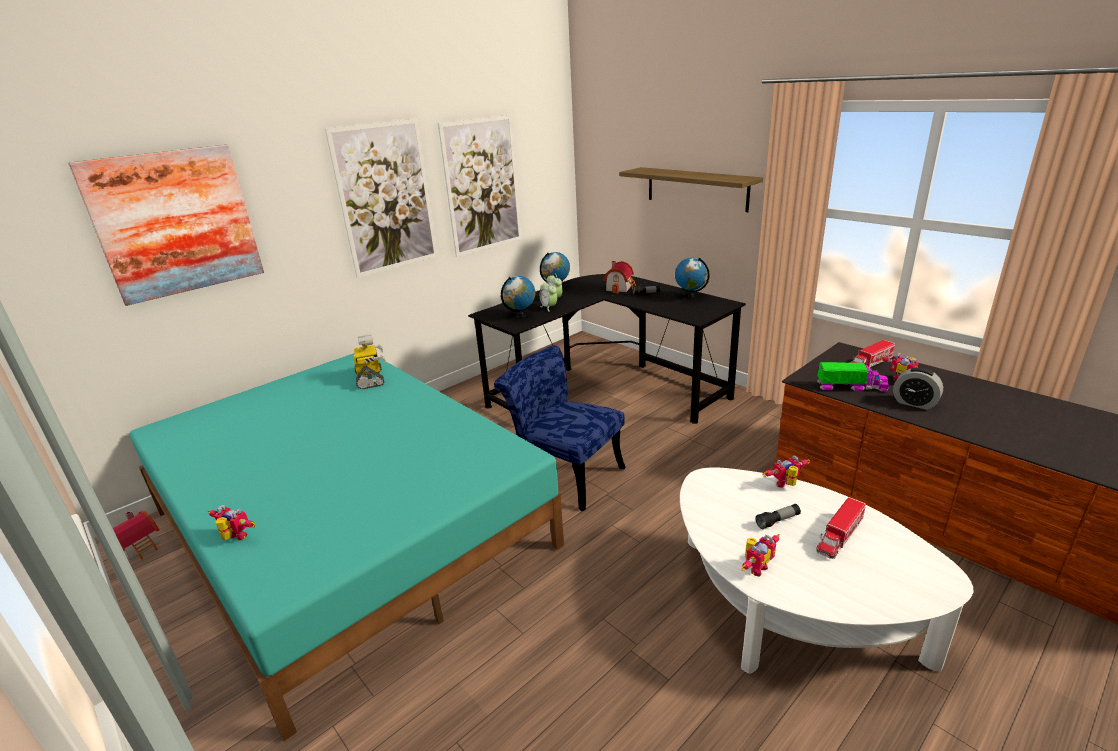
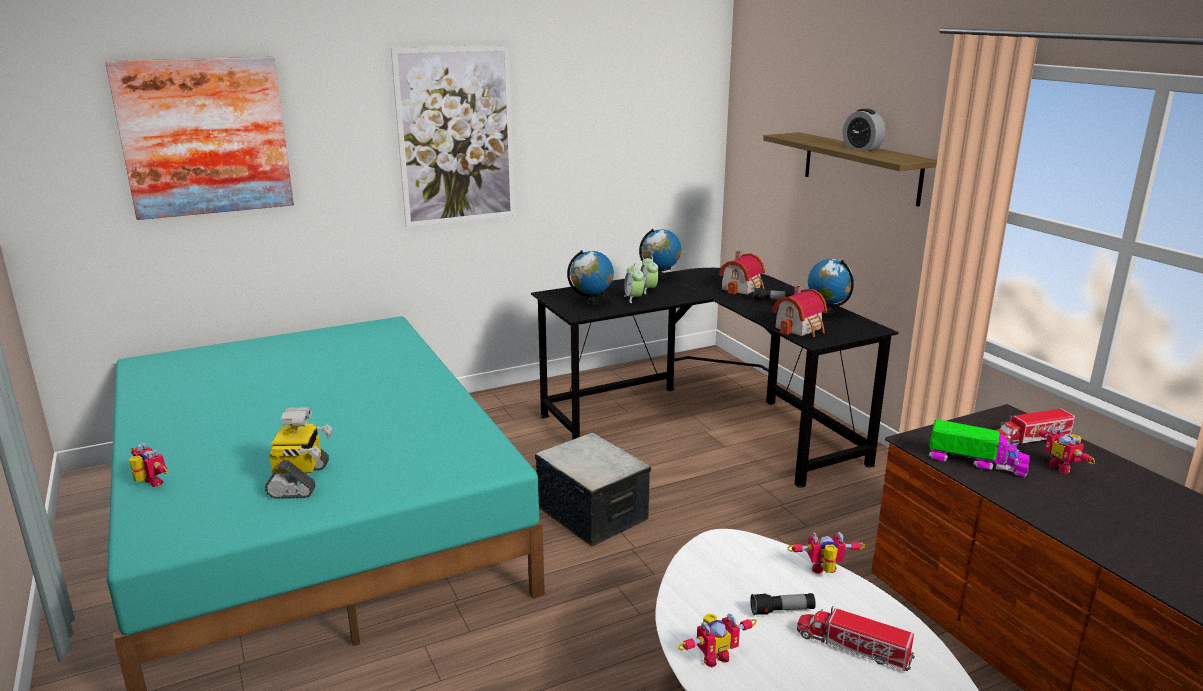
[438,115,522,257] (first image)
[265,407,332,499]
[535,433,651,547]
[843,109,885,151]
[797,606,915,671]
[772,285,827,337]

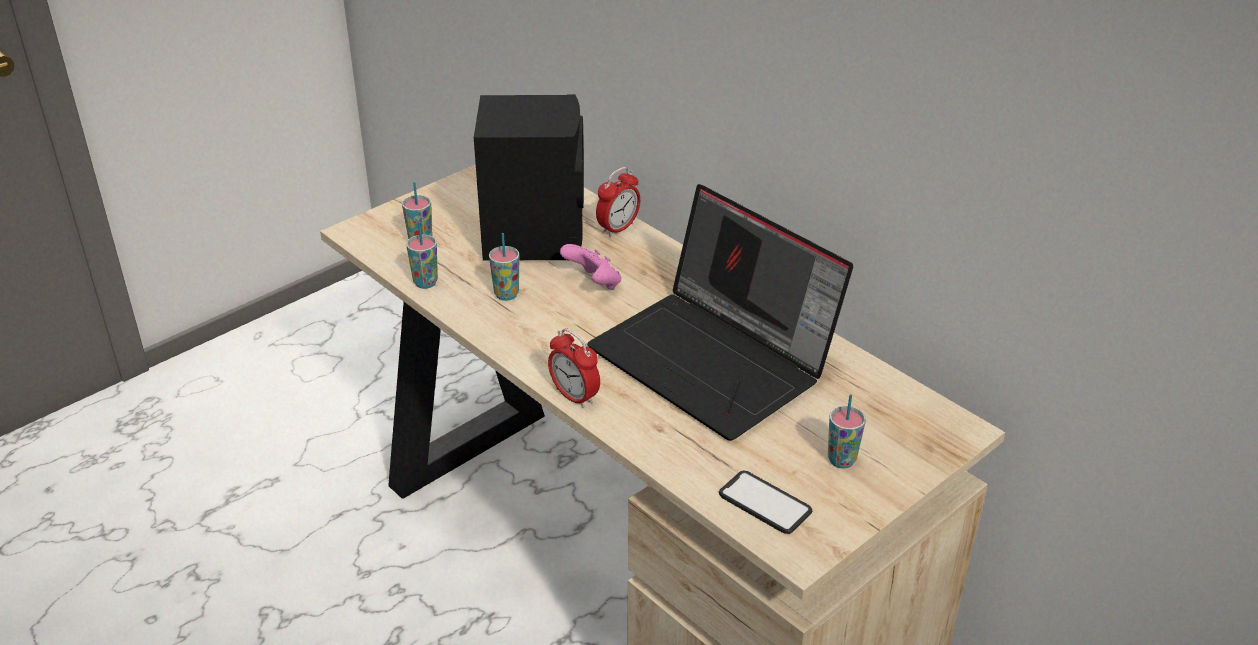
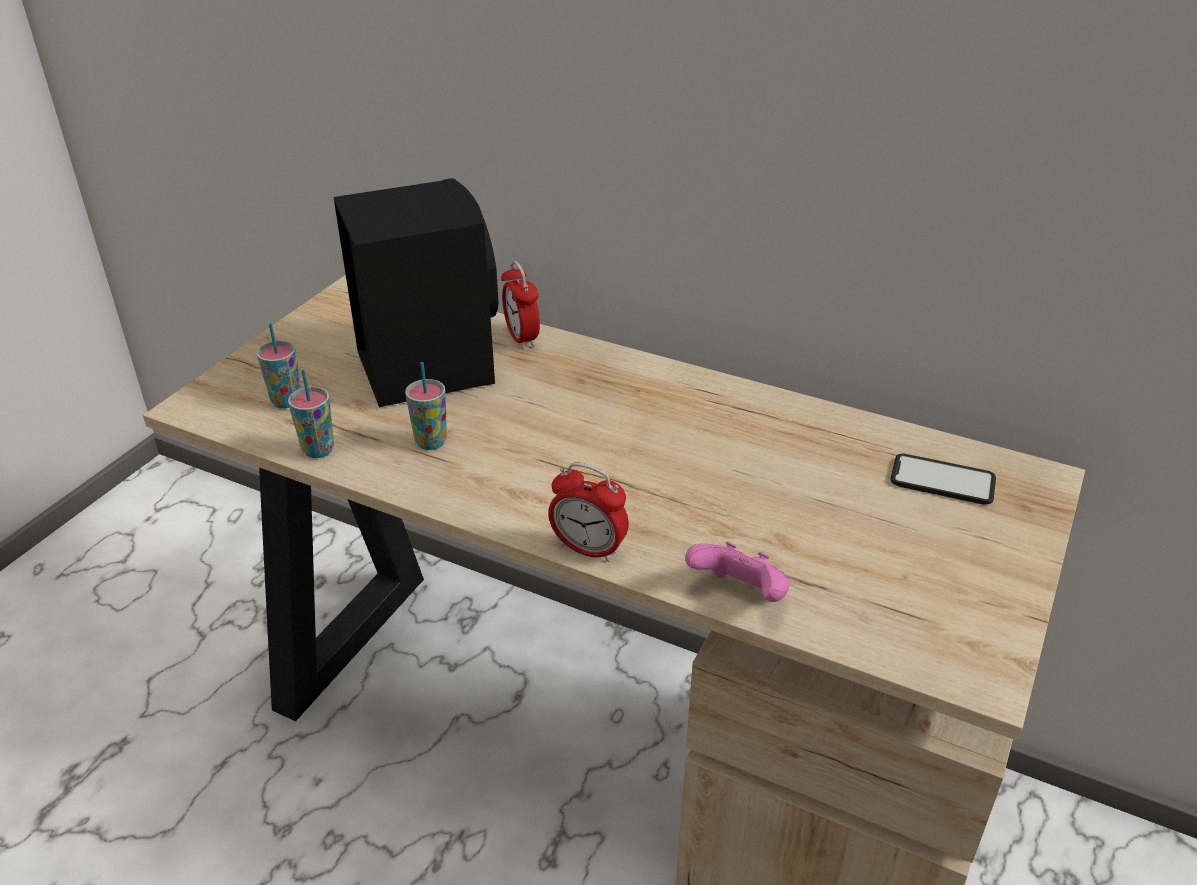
[501,261,540,349]
[587,184,853,441] (first image)
[685,542,789,602]
[828,394,866,469] (first image)
[890,453,996,504]

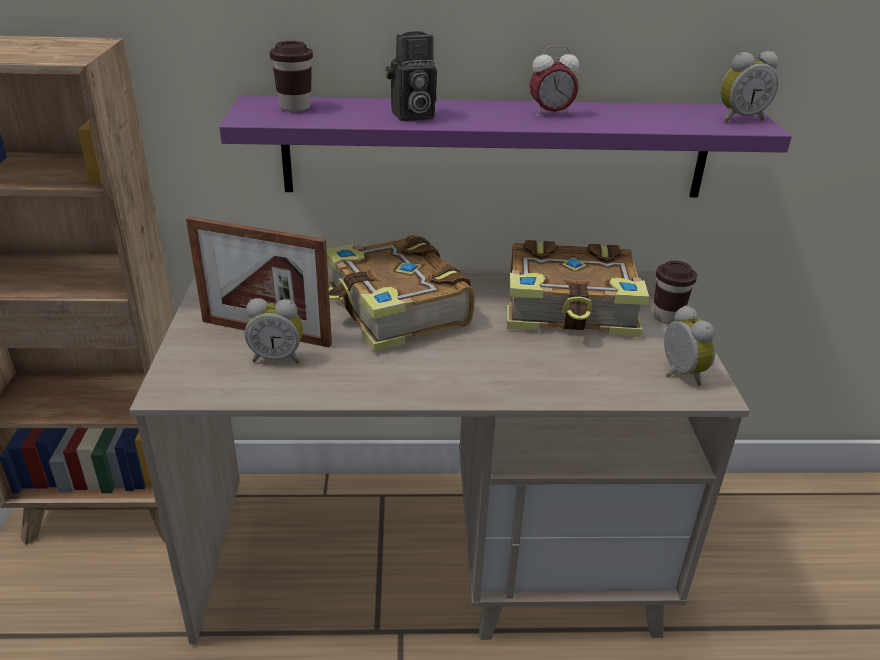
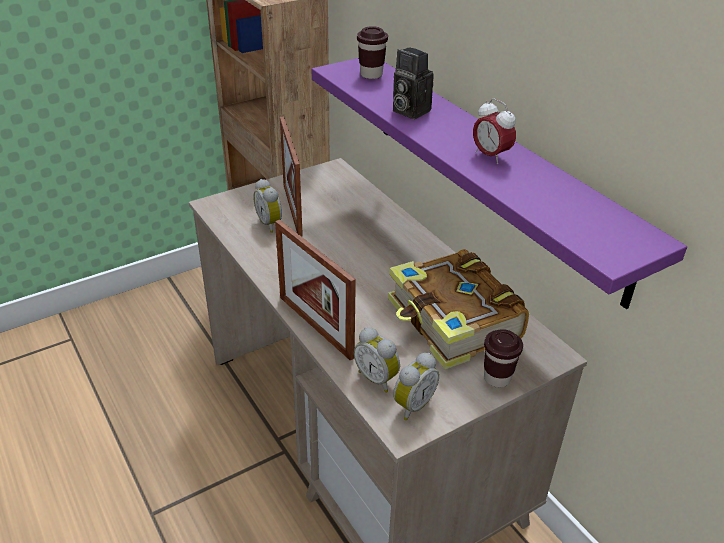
[354,327,400,393]
[326,235,475,352] (first image)
[275,220,356,361]

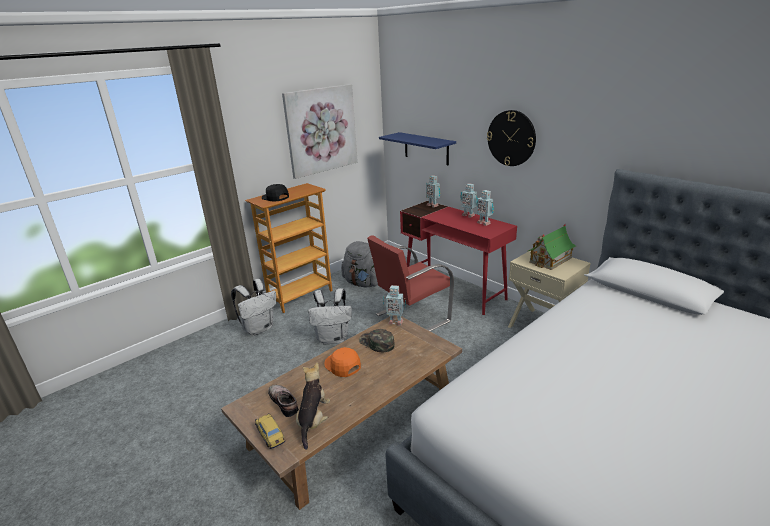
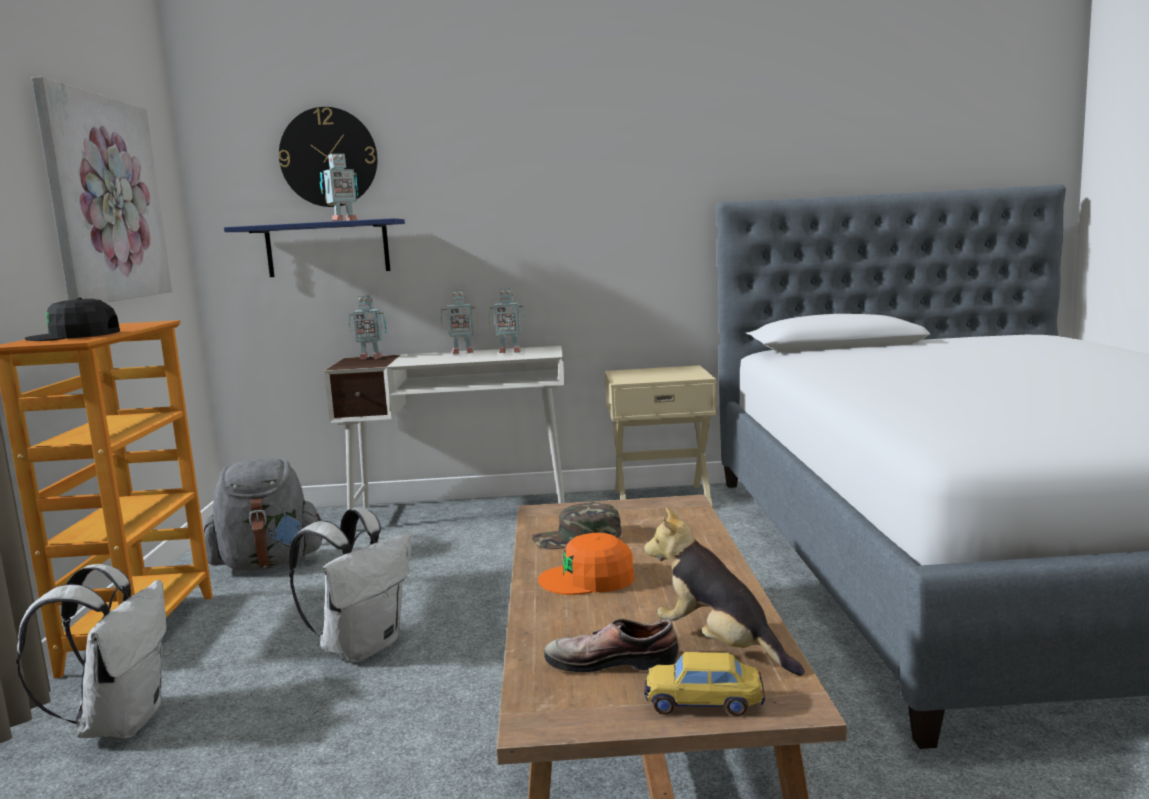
[278,107,377,207]
[324,346,565,510]
[527,224,576,270] (first image)
[367,235,454,331] (first image)
[320,154,358,221]

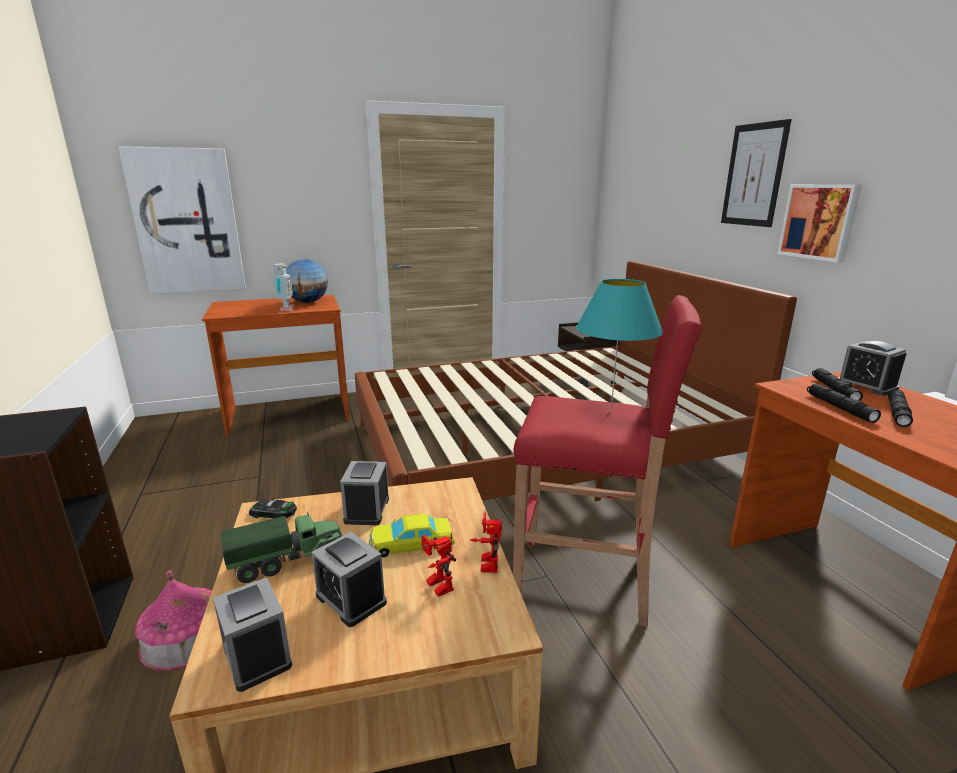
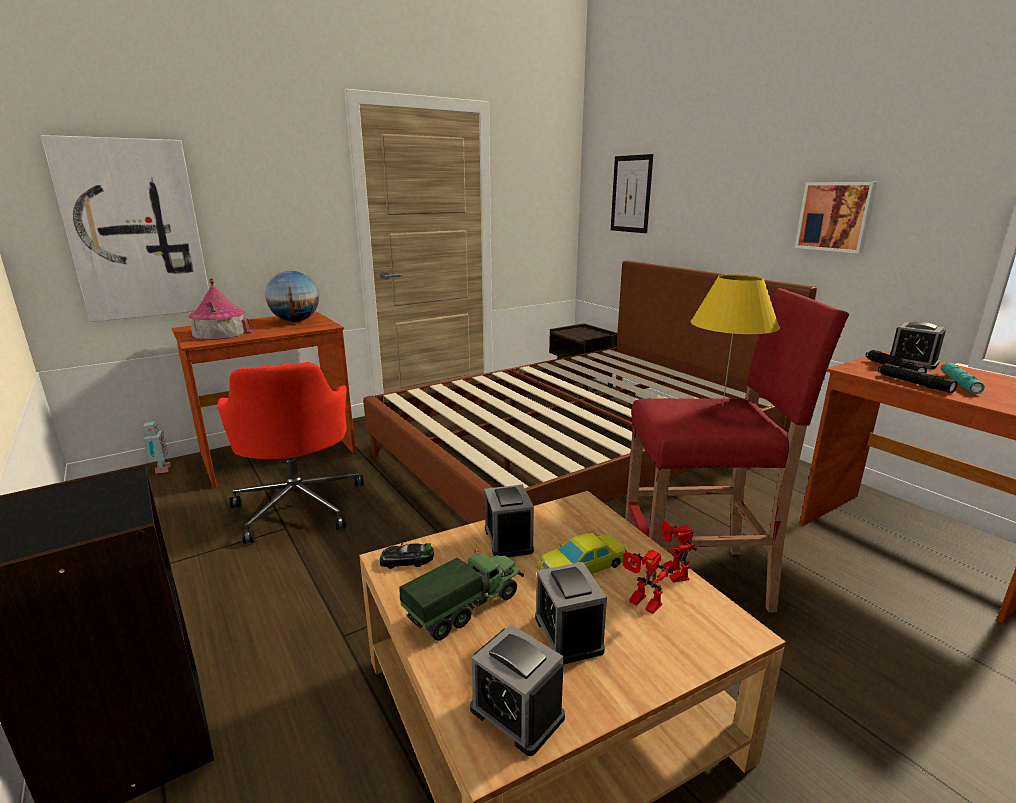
[611,154,653,233]
[143,421,171,474]
[690,274,780,406]
[941,363,985,394]
[535,562,607,665]
[189,278,255,340]
[218,362,364,544]

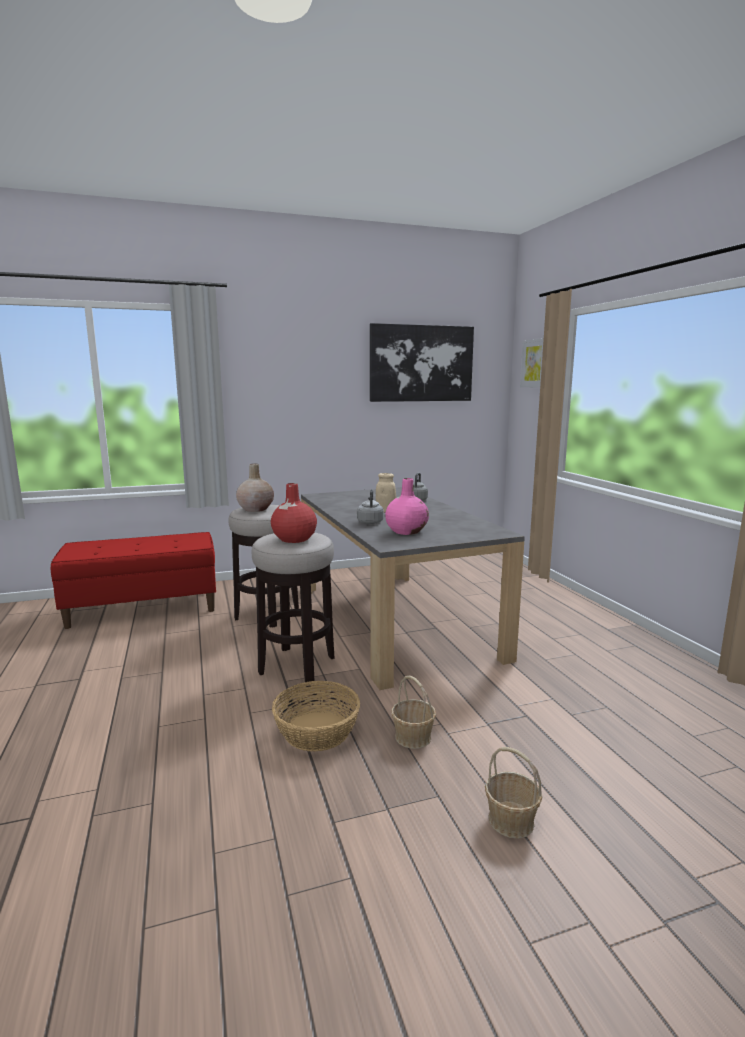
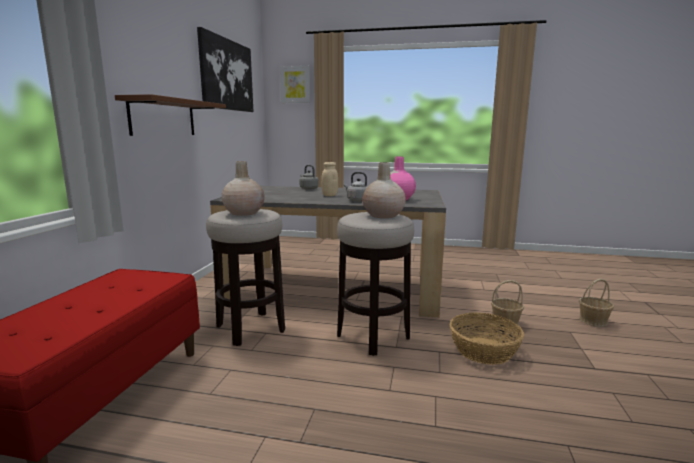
[362,162,406,218]
[115,94,226,136]

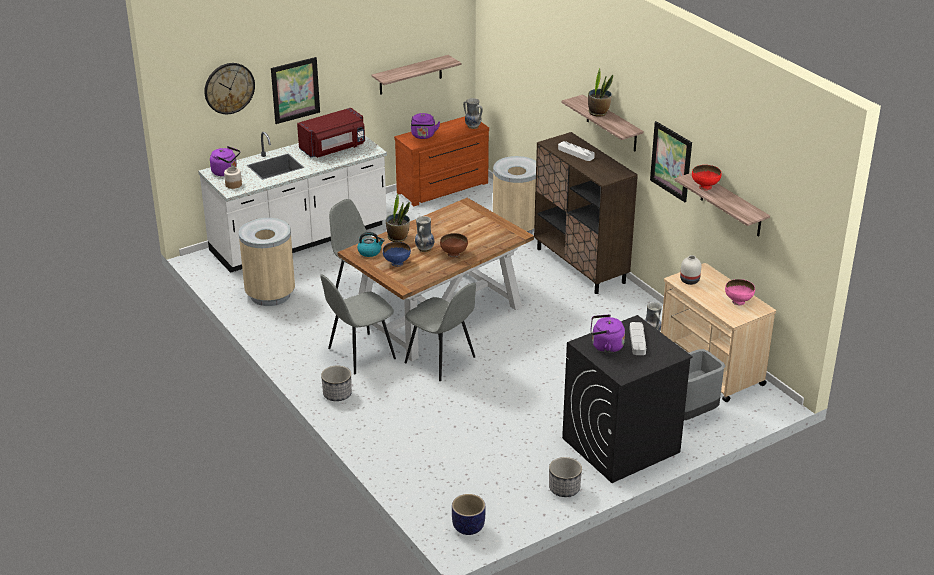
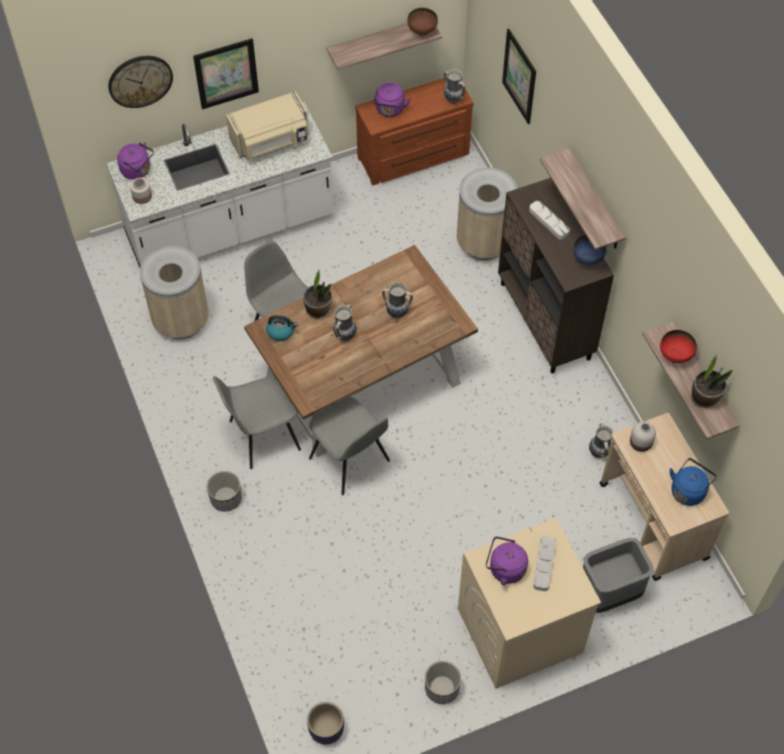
[691,354,733,408]
[226,91,309,160]
[502,29,536,124]
[407,8,438,36]
[573,235,607,265]
[670,458,717,506]
[458,518,601,689]
[382,282,413,319]

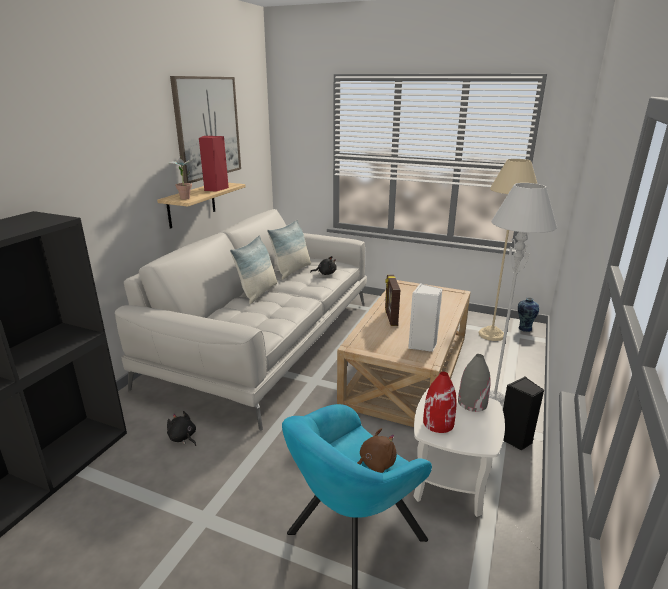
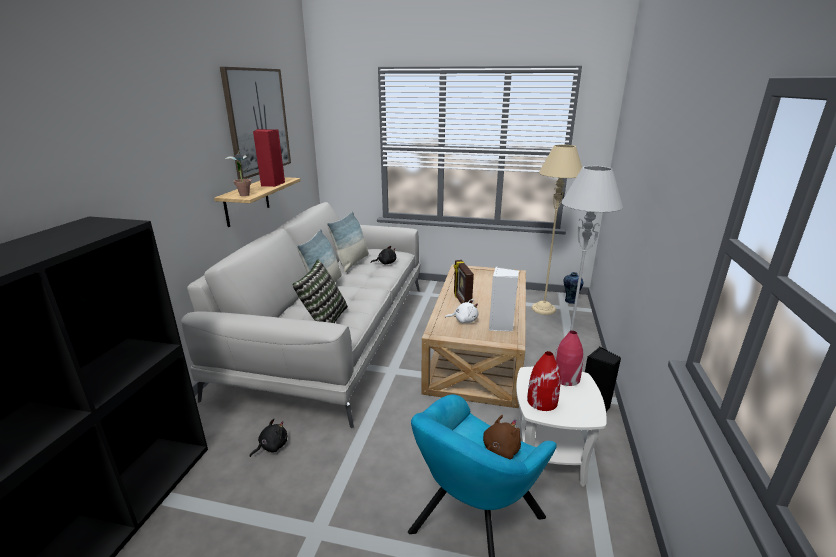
[554,331,584,386]
[250,419,287,457]
[293,260,348,323]
[445,299,478,323]

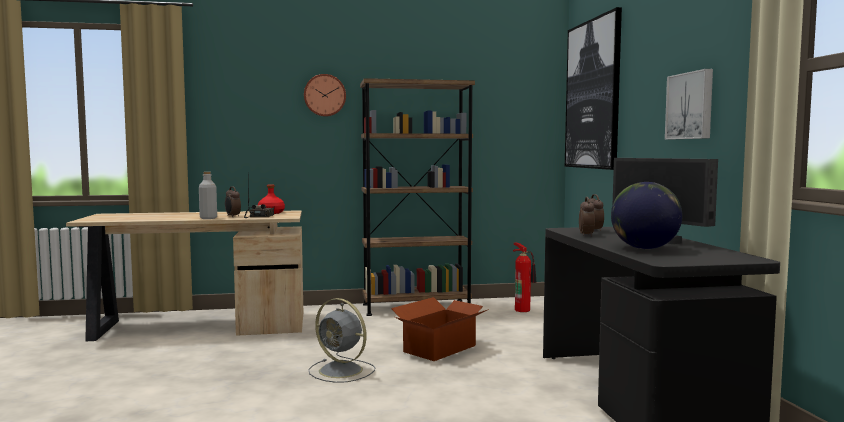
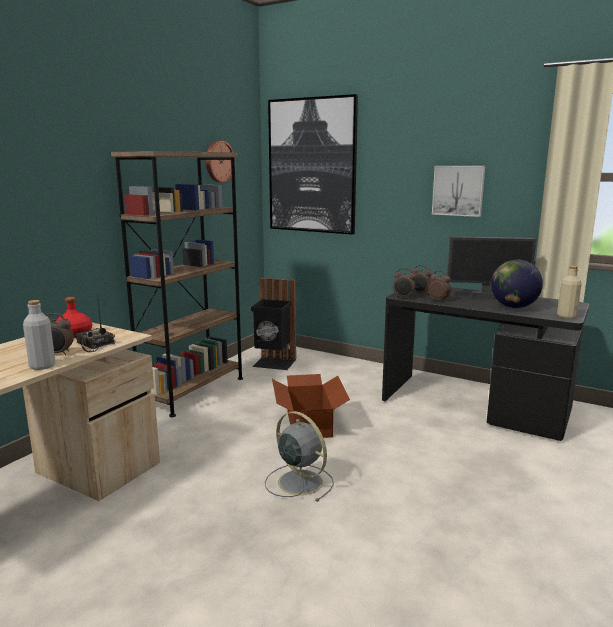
[206,141,234,183]
[251,278,296,370]
[265,411,334,502]
[557,266,582,319]
[393,268,416,299]

